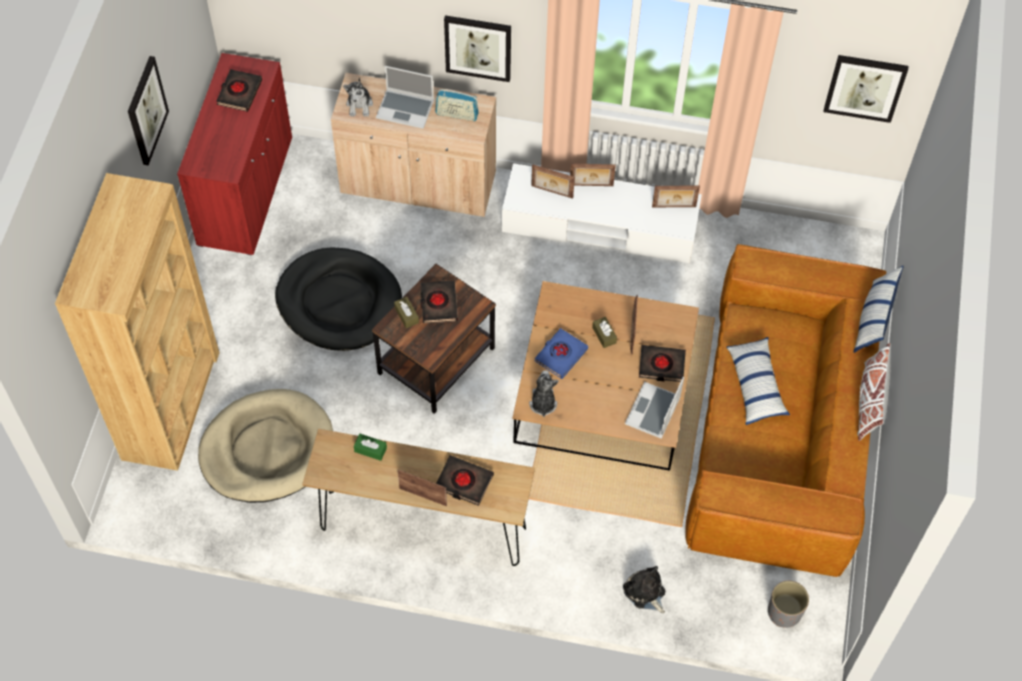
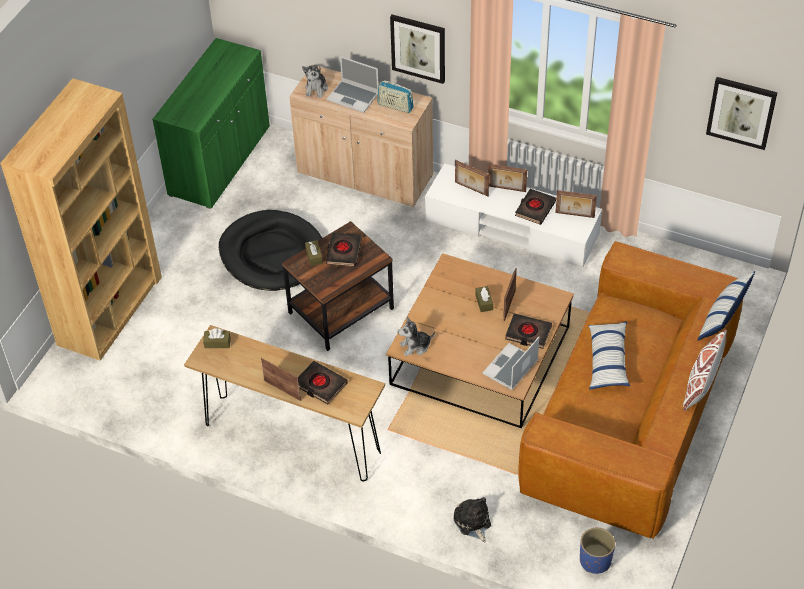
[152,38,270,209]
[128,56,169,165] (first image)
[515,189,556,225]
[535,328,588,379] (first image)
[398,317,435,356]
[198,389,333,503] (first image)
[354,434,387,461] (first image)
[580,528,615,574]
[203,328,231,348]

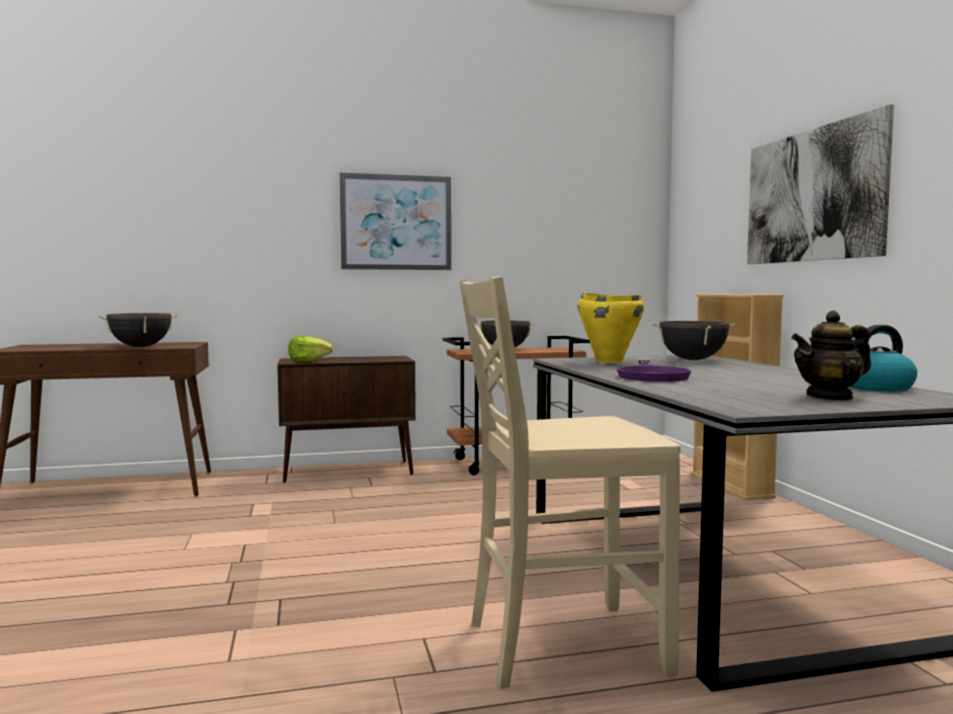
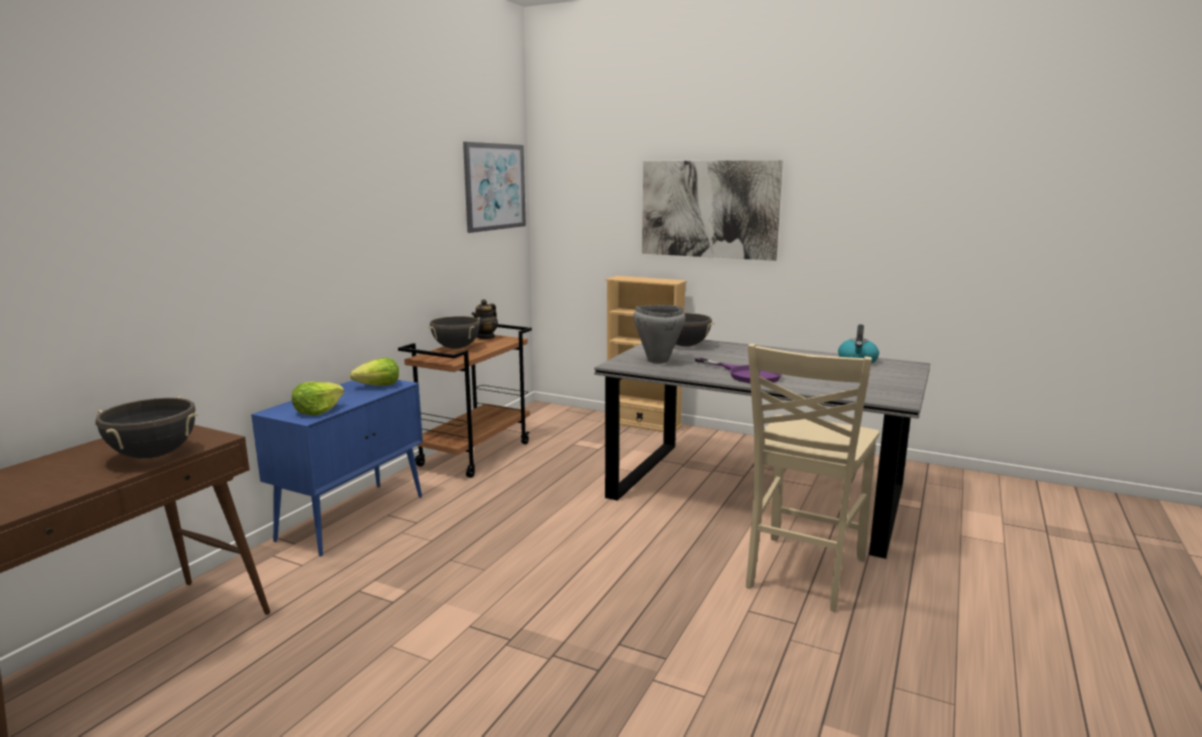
[463,142,526,233]
[633,305,685,363]
[471,299,498,339]
[251,380,423,557]
[350,358,399,386]

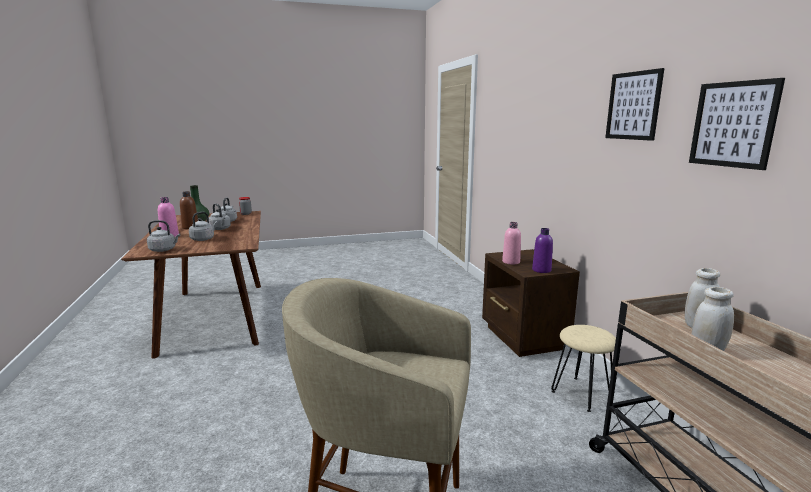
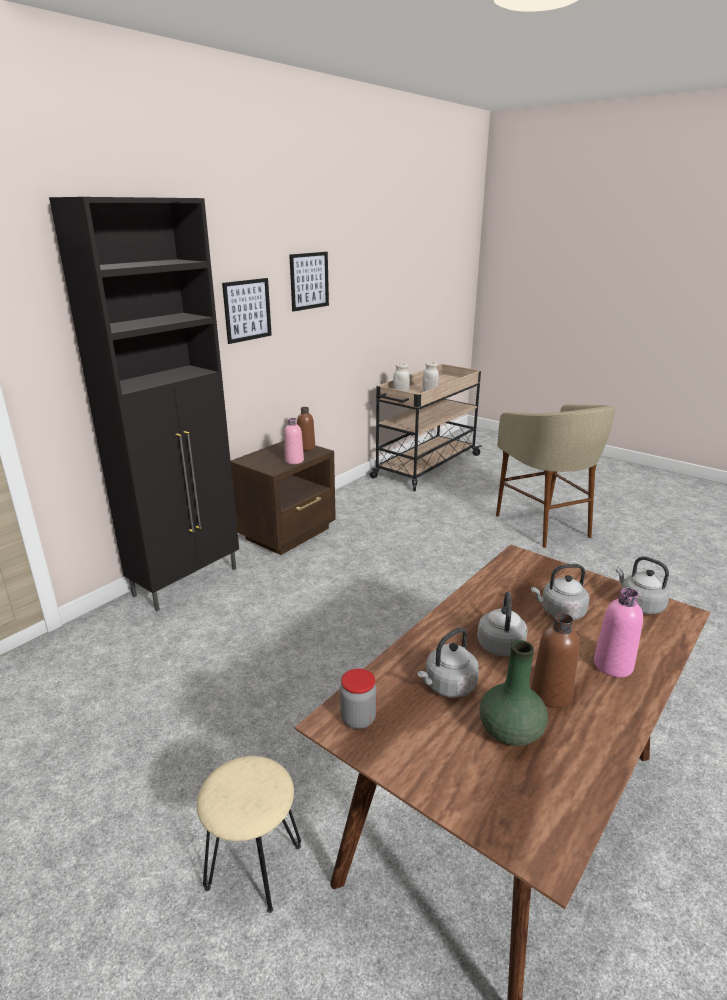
[222,278,272,344]
[297,407,315,451]
[197,756,301,913]
[49,197,239,611]

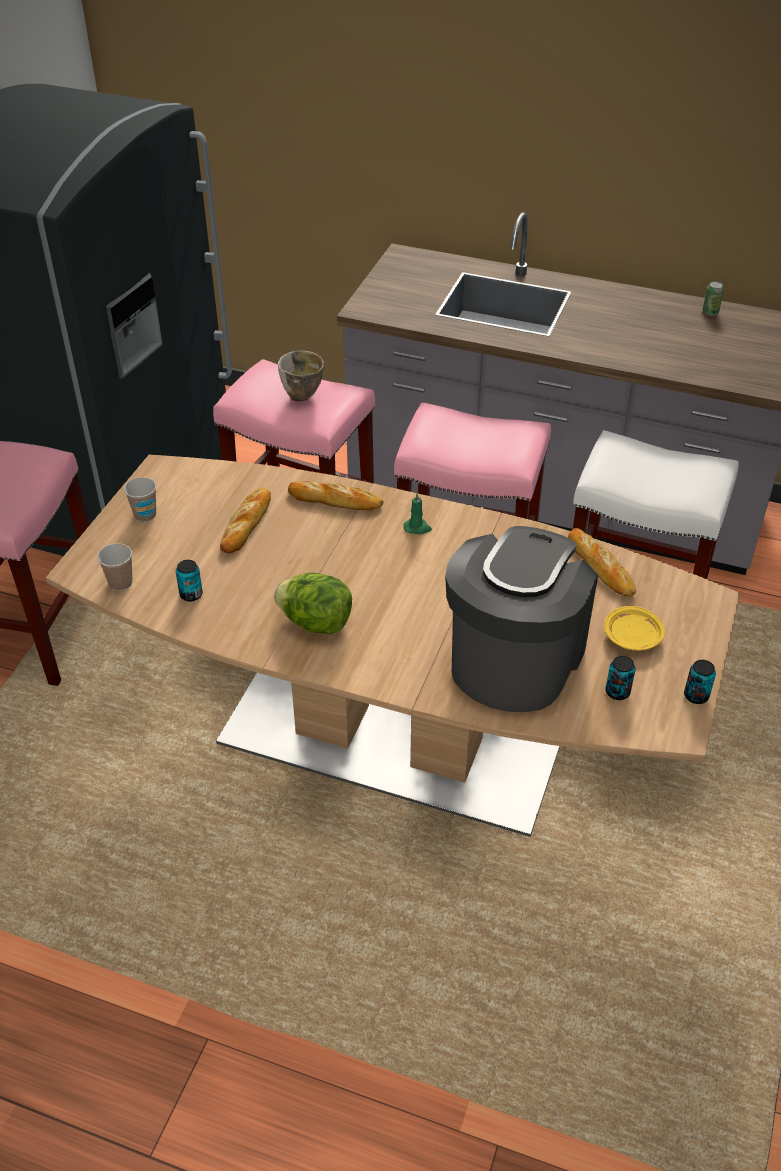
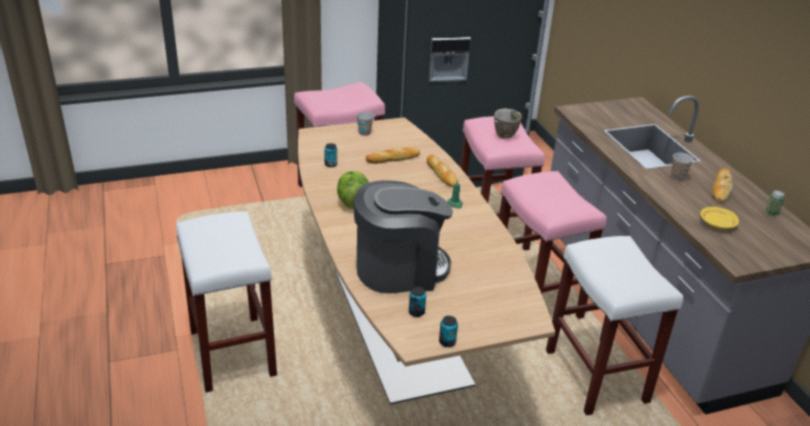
[713,168,733,202]
[671,153,694,181]
[700,207,739,229]
[177,211,277,392]

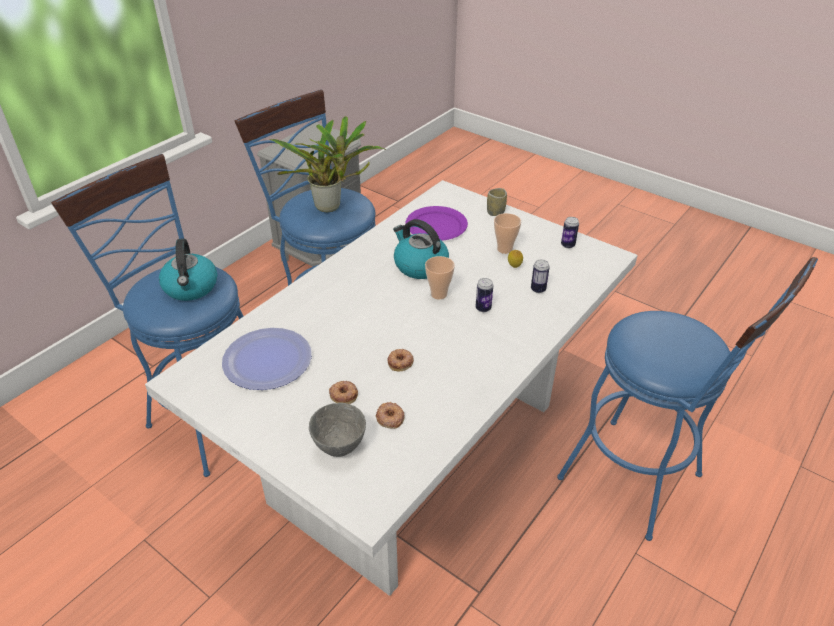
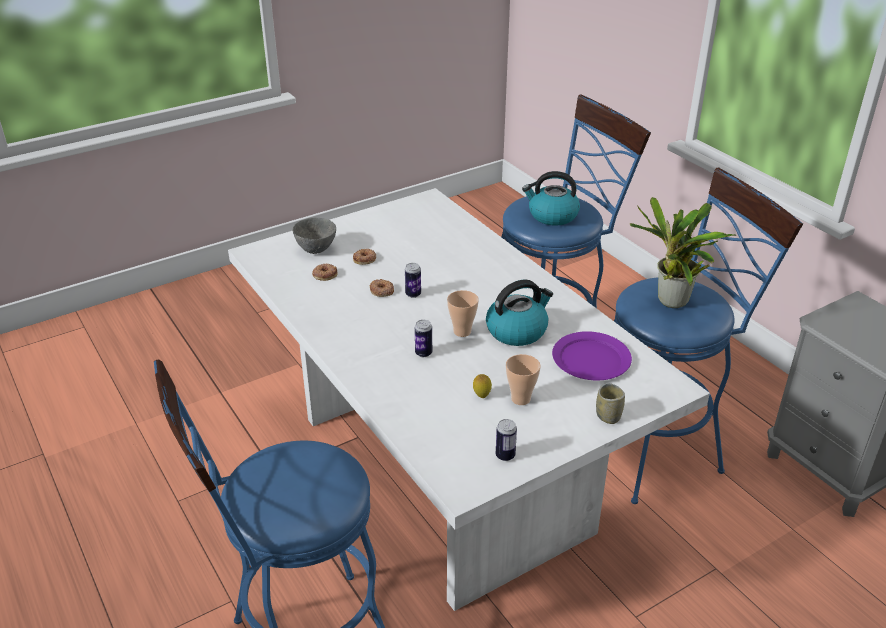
[405,263,421,298]
[222,328,312,390] (first image)

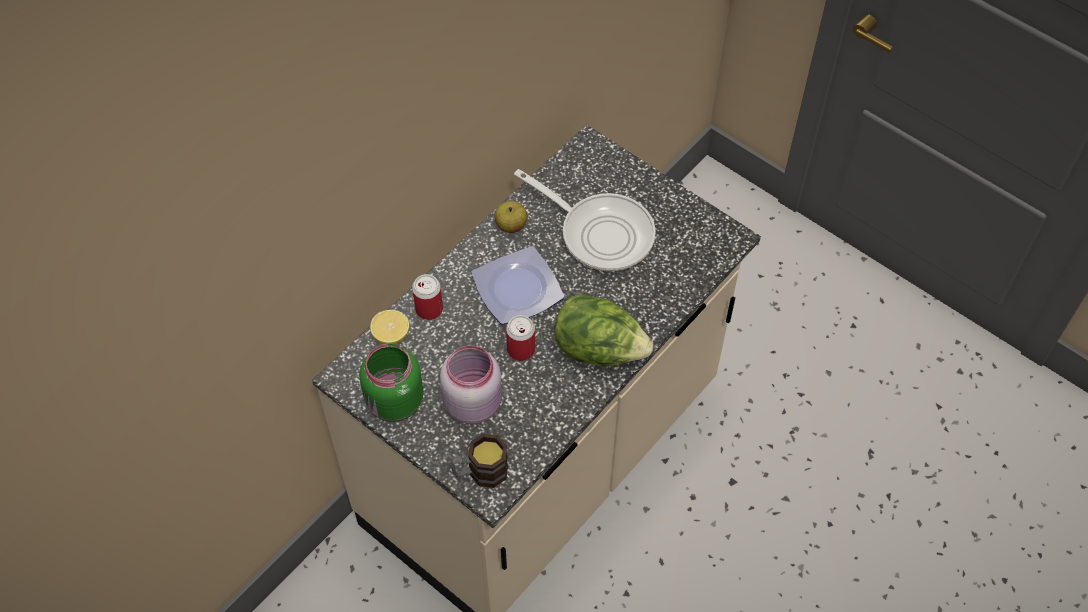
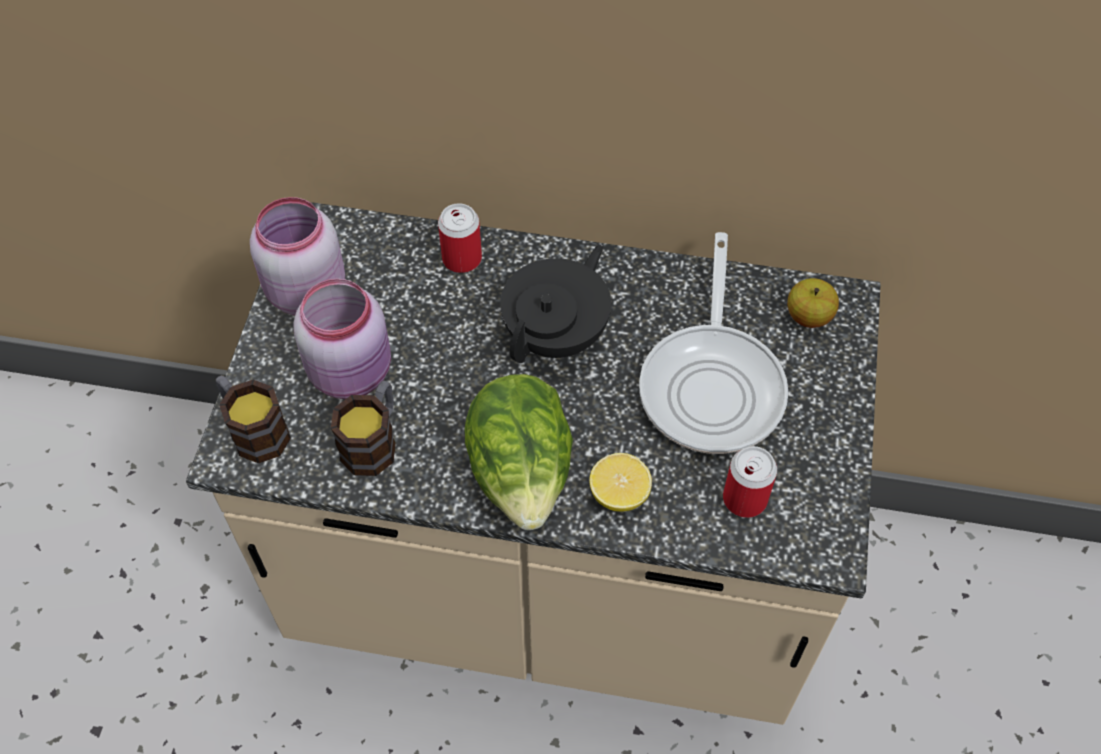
[787,278,839,328]
[500,244,611,363]
[589,453,652,512]
[723,446,777,518]
[250,197,345,315]
[331,381,396,476]

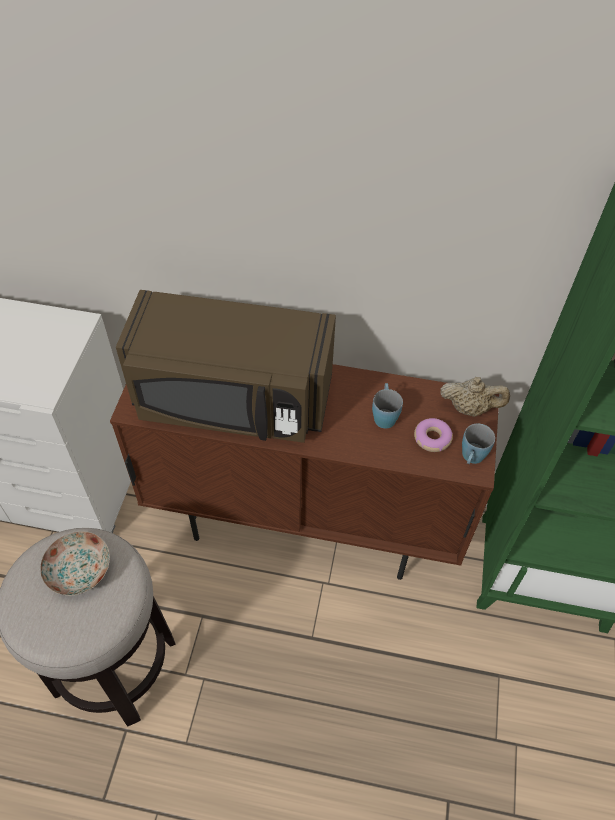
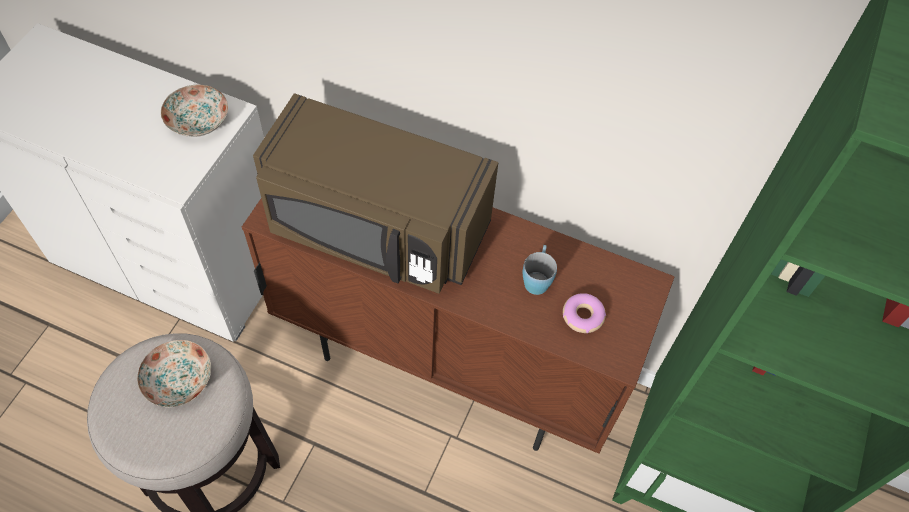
[440,377,510,417] (first image)
[462,423,495,464] (first image)
[161,85,228,137]

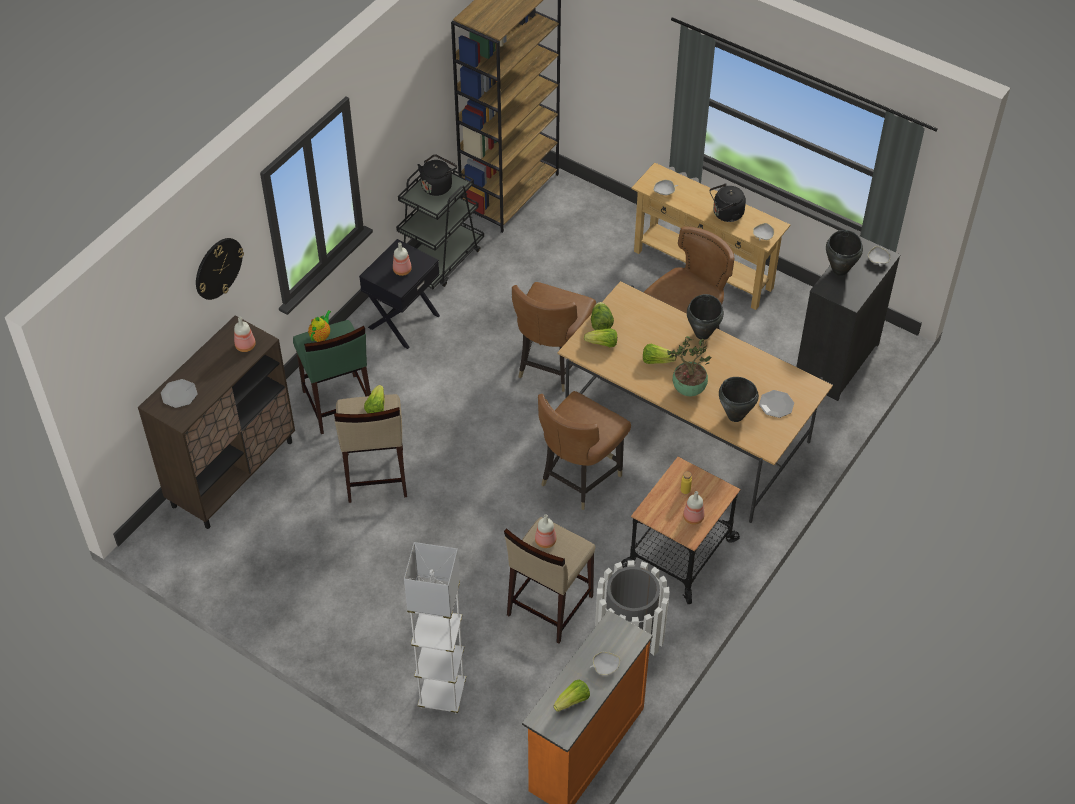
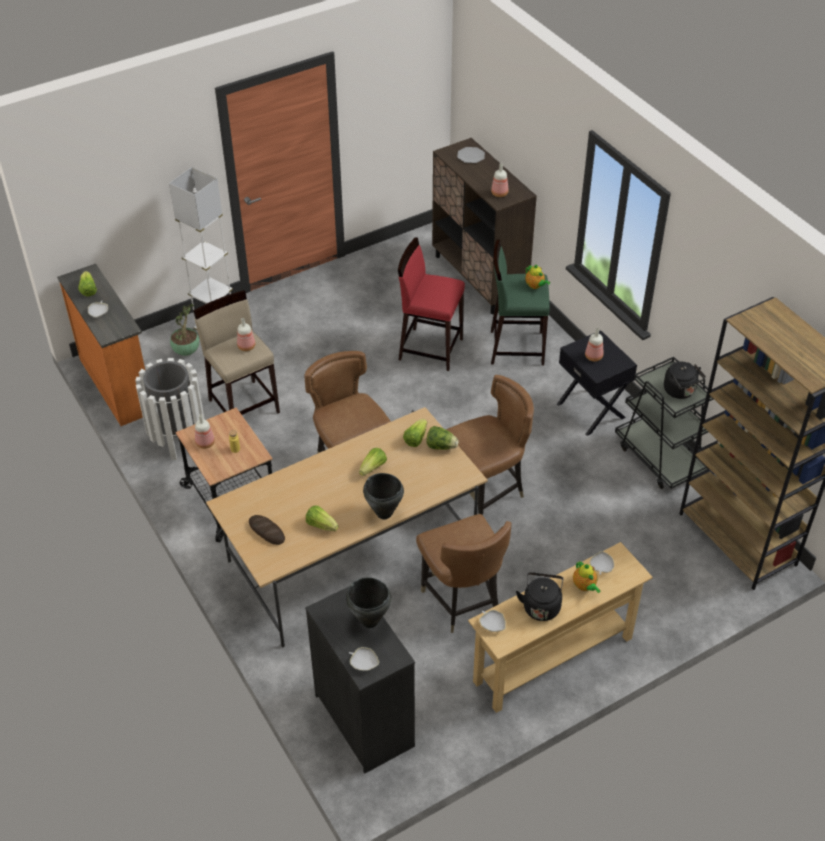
[196,238,244,300] (first image)
[446,375,534,515]
[170,304,199,356]
[719,377,759,422] (first image)
[306,506,339,531]
[249,515,285,545]
[398,238,465,371]
[573,561,600,593]

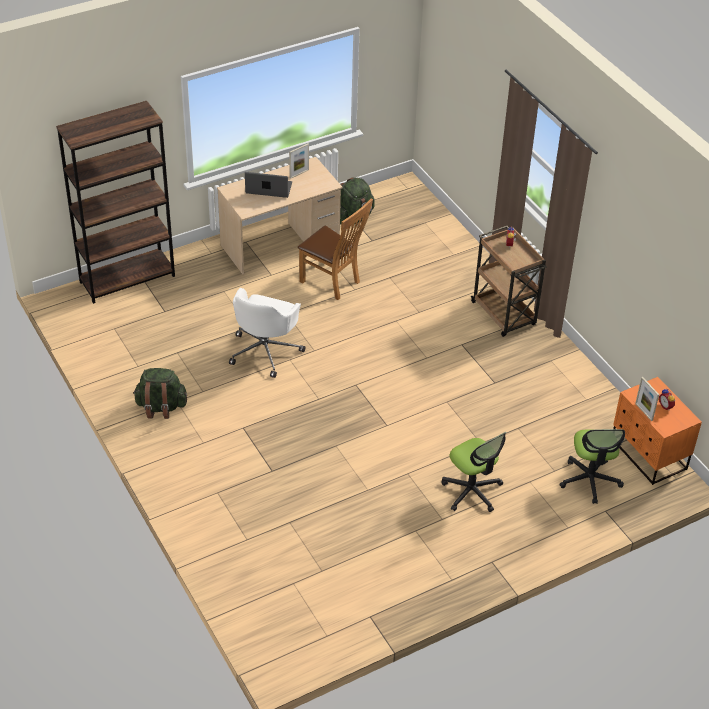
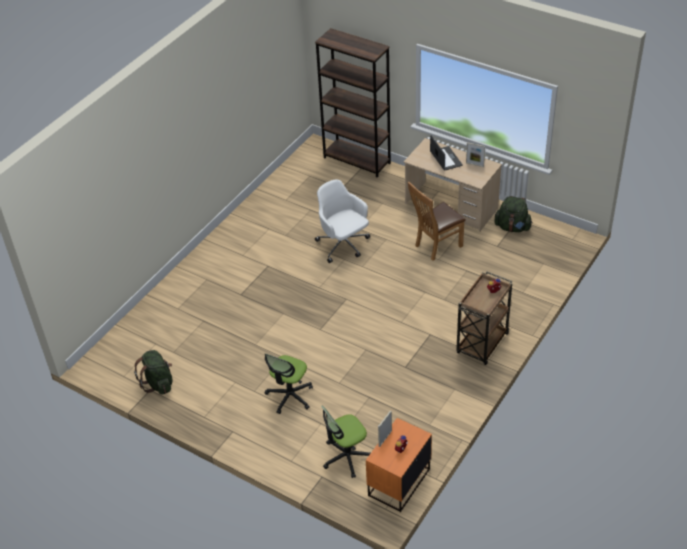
[408,182,466,261]
[315,179,370,263]
[134,350,173,395]

